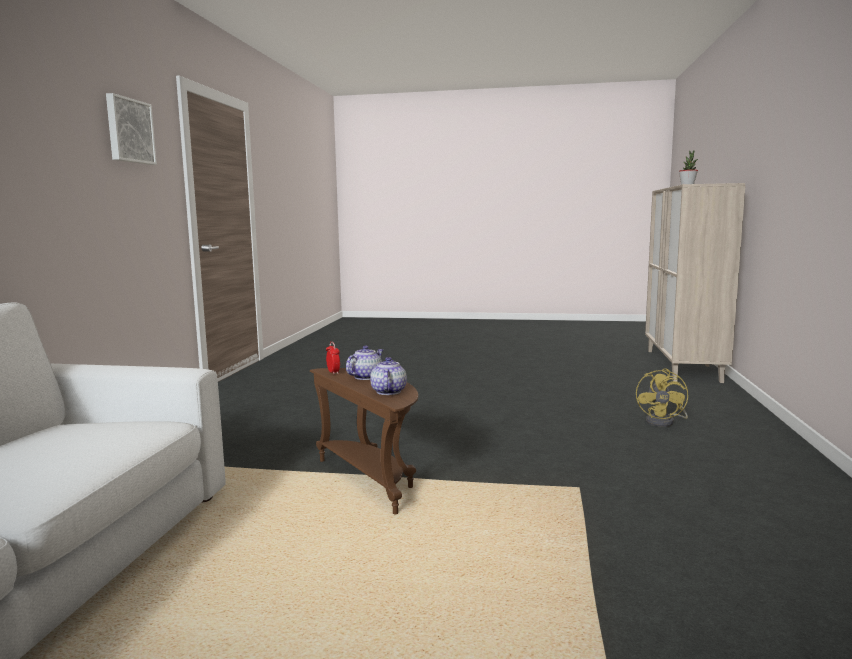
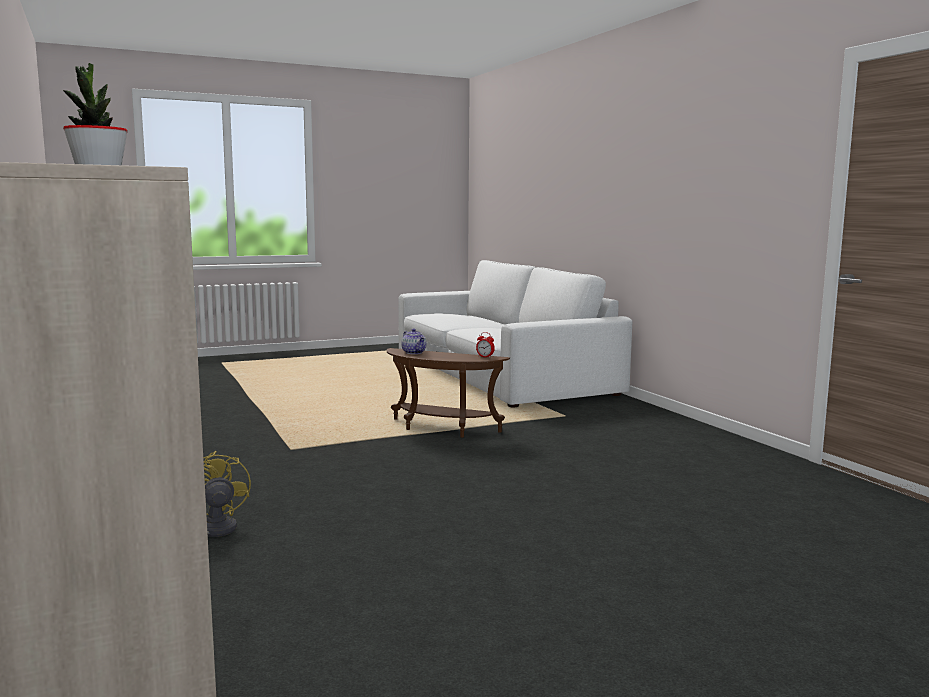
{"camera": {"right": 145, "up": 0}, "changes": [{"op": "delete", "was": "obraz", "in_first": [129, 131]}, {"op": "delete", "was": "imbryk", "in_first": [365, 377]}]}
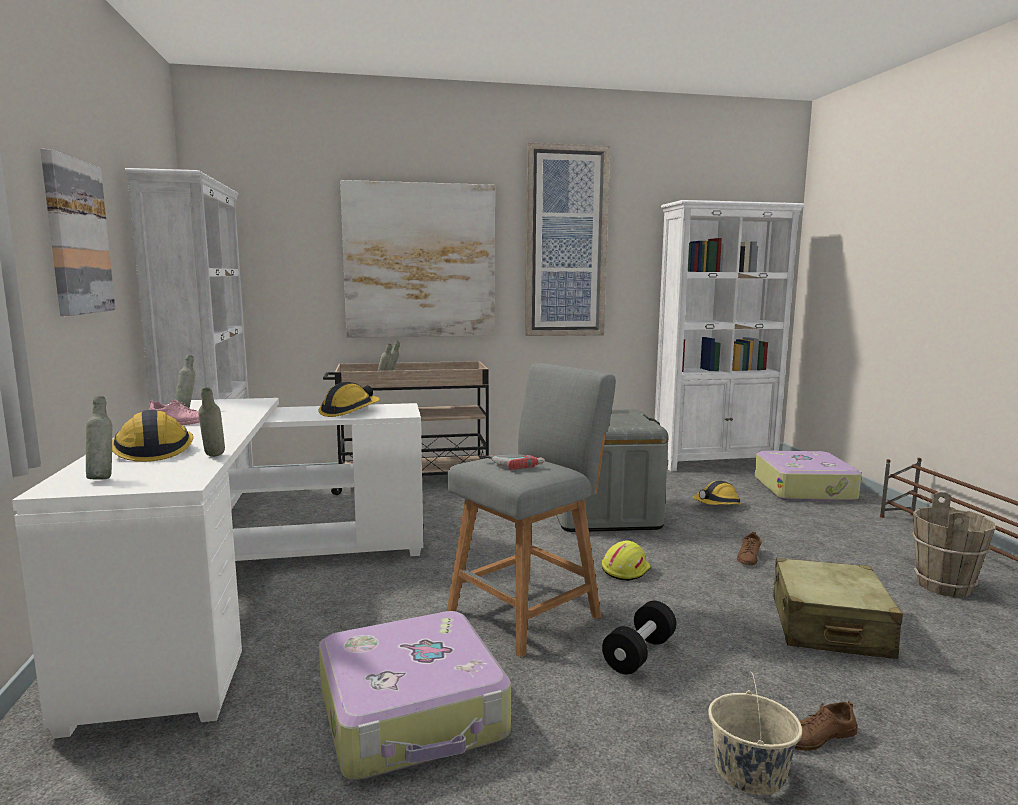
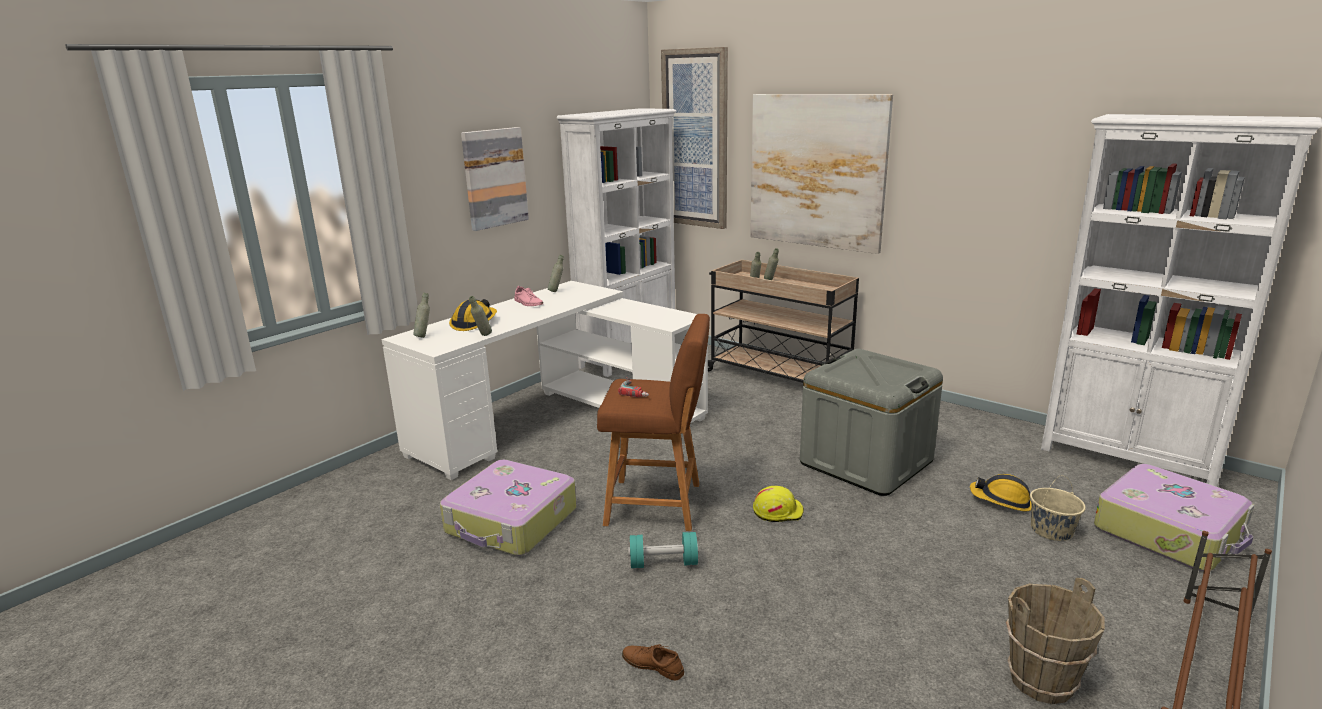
{"camera": {"right": 50, "up": 10}, "changes": [{"op": "move", "was": "obraz", "in_first": [565, 242], "in_second": [695, 139]}, {"op": "recolor", "was": "stołek [szary]", "now": "stołek [brązowy]", "in_first": [529, 611], "in_second": [659, 504]}, {"op": "delete", "was": "kask", "in_first": [349, 411]}, {"op": "delete", "was": "but [brązowy]", "in_first": [749, 557]}, {"op": "delete", "was": "walizka [beżowy]", "in_first": [828, 627]}, {"op": "recolor", "was": "hantel [czarny]", "now": "hantel [turkusowy]", "in_first": [639, 654], "in_second": [663, 563]}, {"op": "move", "was": "wiadro [beżowy]", "in_first": [750, 772], "in_second": [1051, 530]}]}
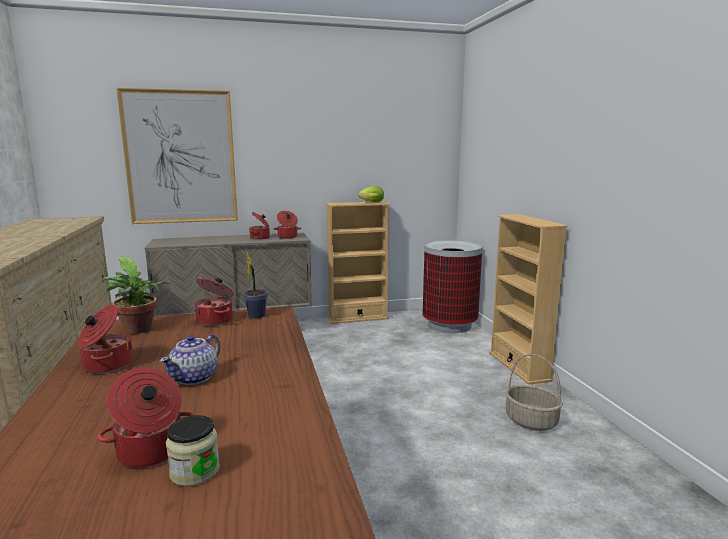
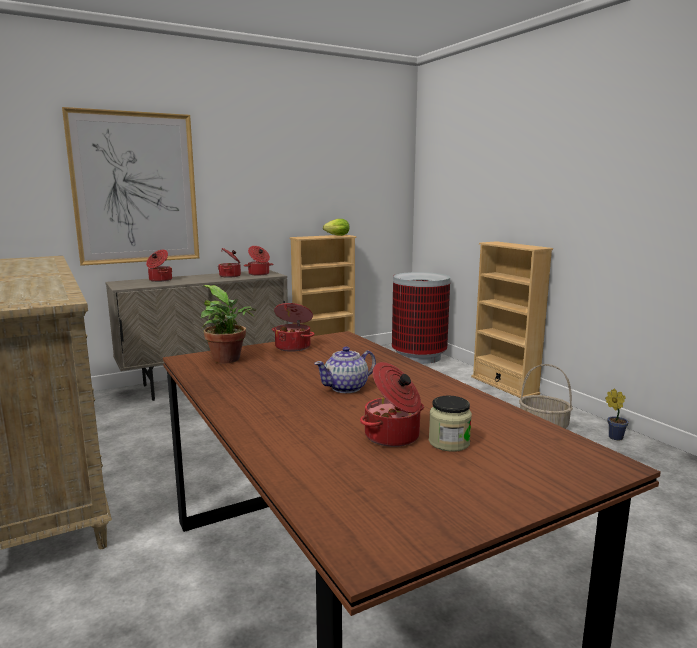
{"camera": {"right": -15, "up": 0}, "changes": [{"op": "move", "was": "roślina doniczkowa", "in_first": [256, 315], "in_second": [614, 437]}, {"op": "move", "was": "garnek", "in_first": [106, 365], "in_second": [160, 280]}, {"op": "rotate", "was": "imbryk", "in_first": [195, 377], "in_second": [346, 388], "clockwise": 45}]}
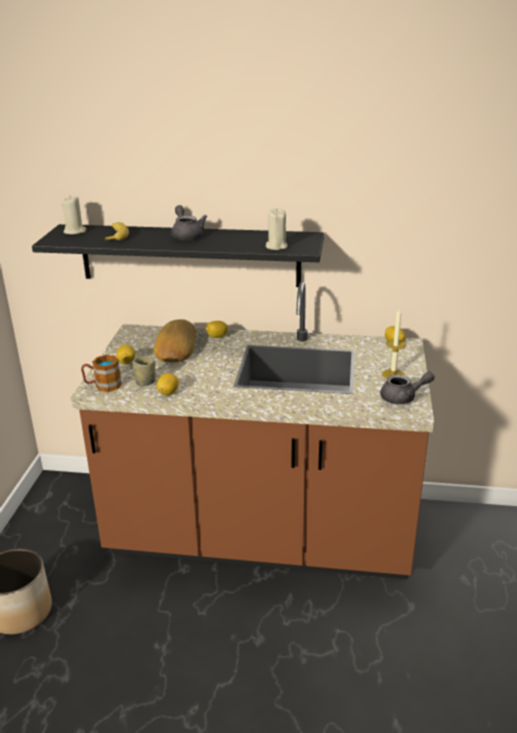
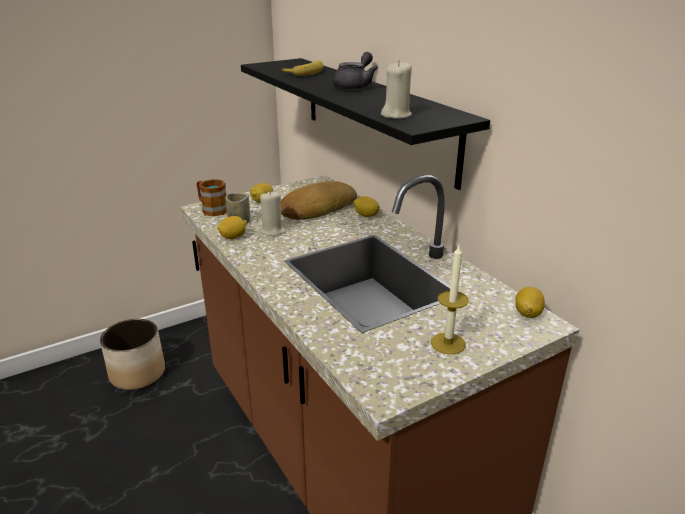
{"camera": {"right": 50, "up": 0}, "changes": [{"op": "move", "was": "świeca [beżowy]", "in_first": [75, 231], "in_second": [273, 231]}, {"op": "delete", "was": "imbryk [szary]", "in_first": [403, 398]}]}
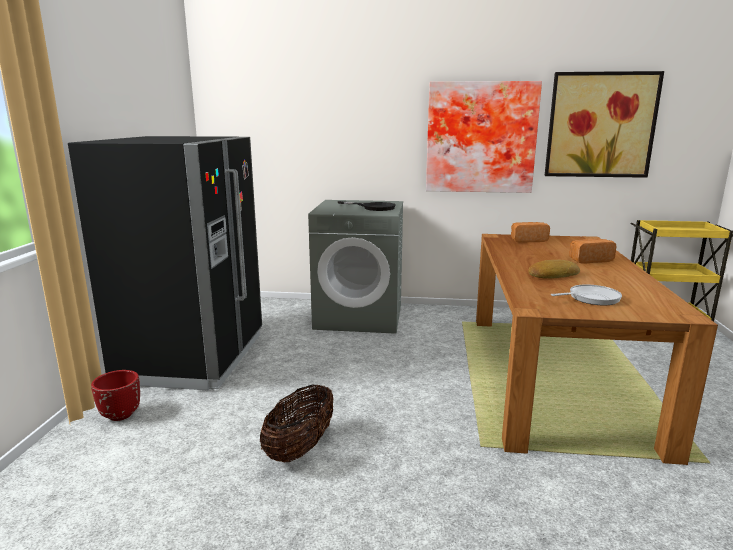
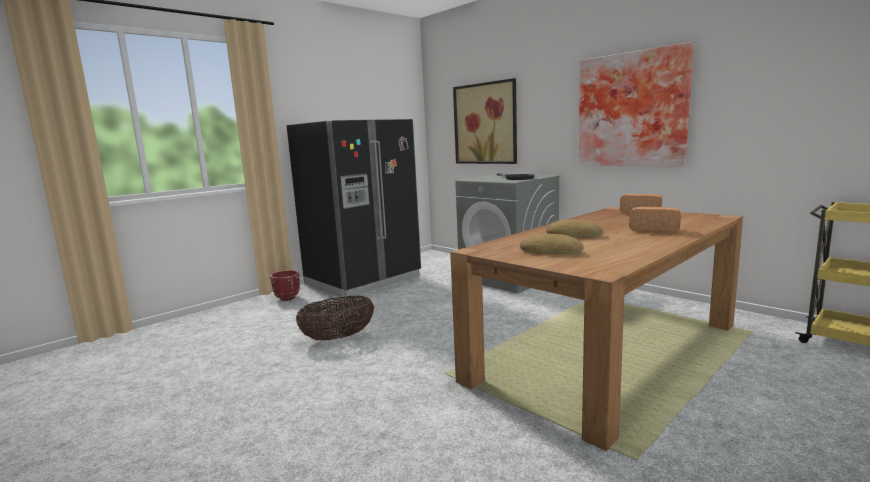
{"camera": {"right": 40, "up": -5}, "changes": [{"op": "move", "was": "obraz", "in_first": [600, 125], "in_second": [485, 123]}, {"op": "replace", "was": "patelnia", "now": "chleb", "in_first": [591, 298], "in_second": [550, 251]}]}
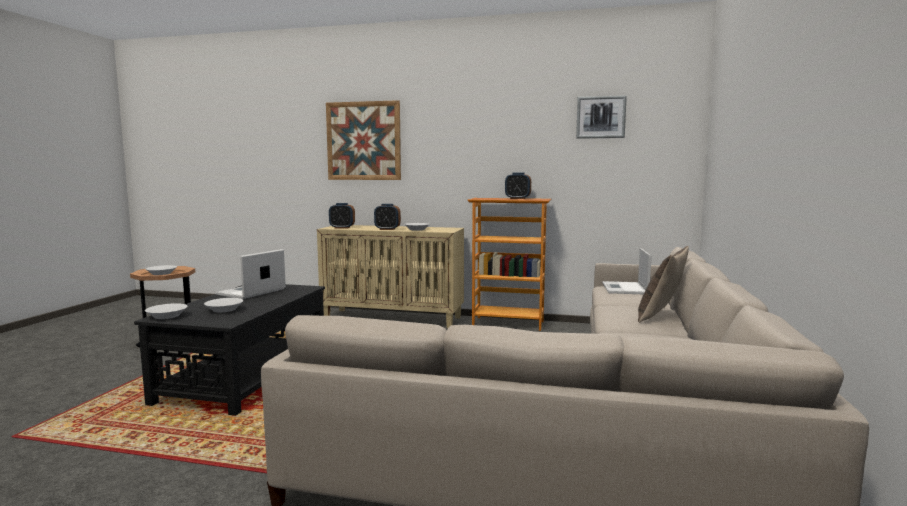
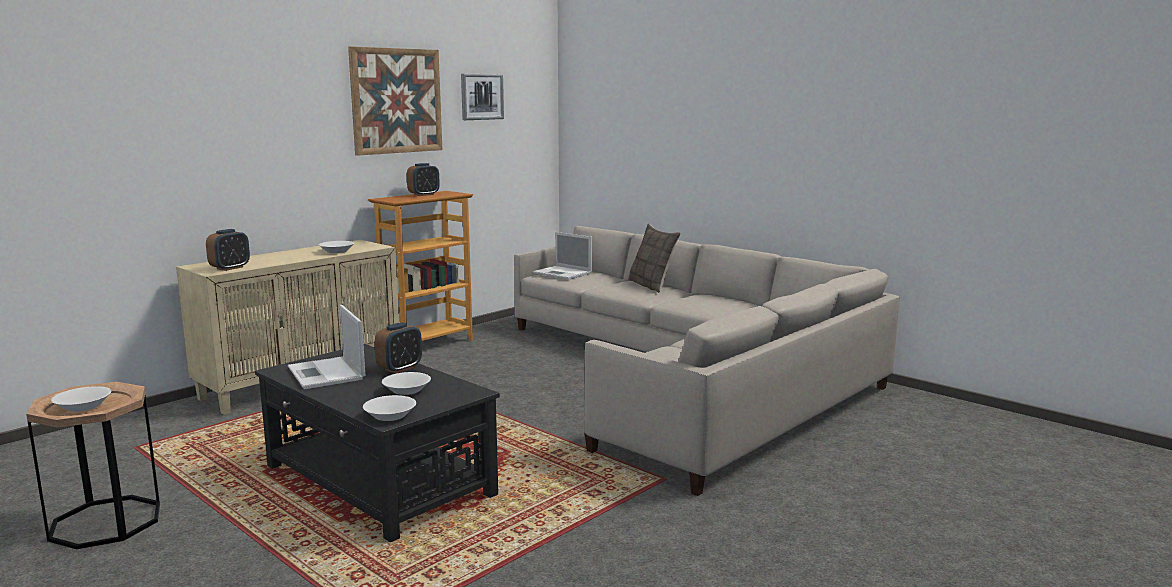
{"camera": {"right": -60, "up": 5}, "changes": [{"op": "move", "was": "obraz", "in_first": [363, 141], "in_second": [396, 101]}, {"op": "move", "was": "budzik", "in_first": [387, 229], "in_second": [400, 368]}]}
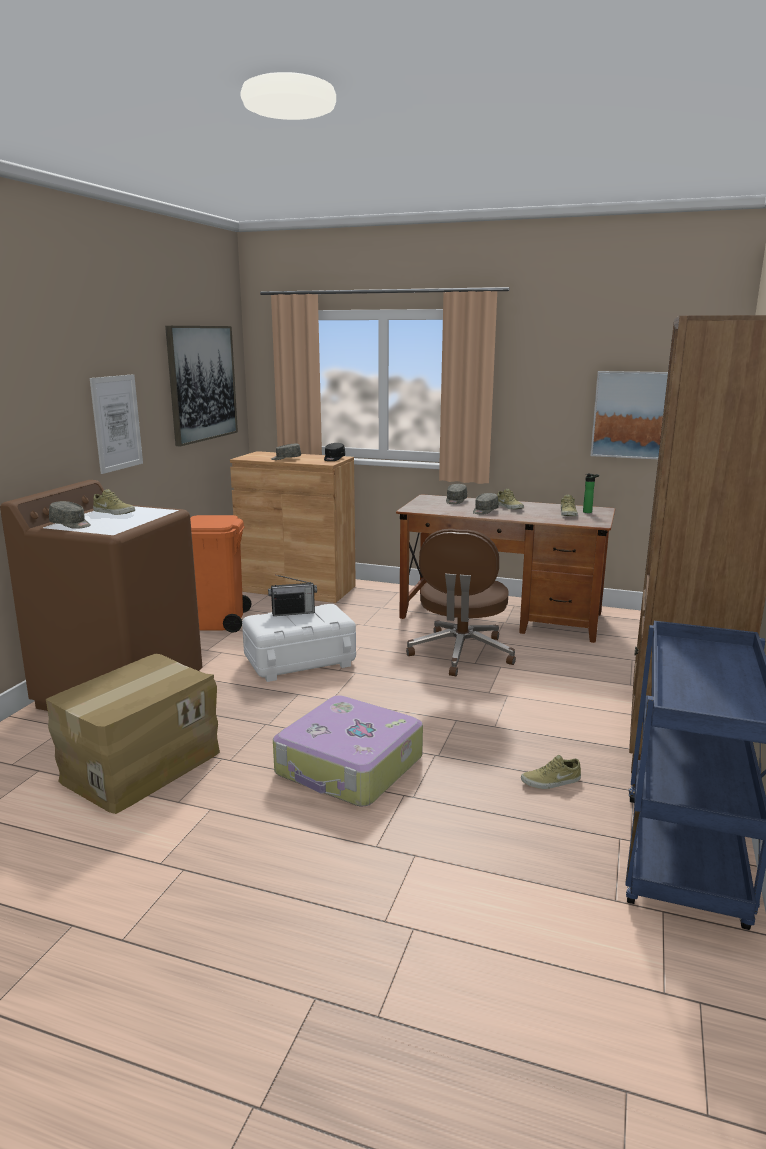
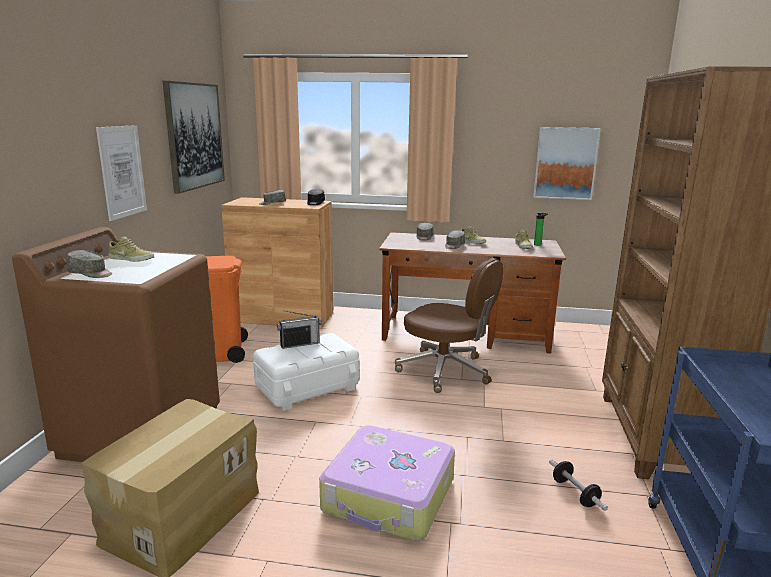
{"camera": {"right": -10, "up": 0}, "changes": [{"op": "rotate", "was": "krzesło biurowe [brązowy]", "in_first": [461, 654], "in_second": [446, 371], "clockwise": -60}, {"op": "replace", "was": "but [beżowy]", "now": "hantel", "in_first": [551, 781], "in_second": [575, 493]}]}
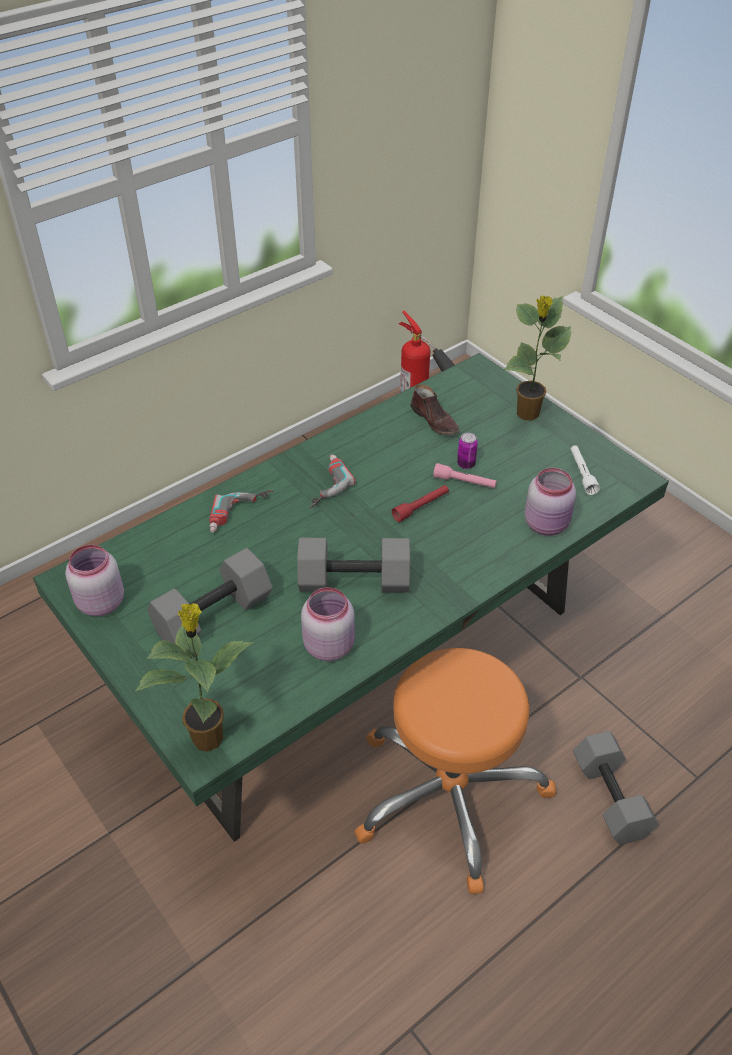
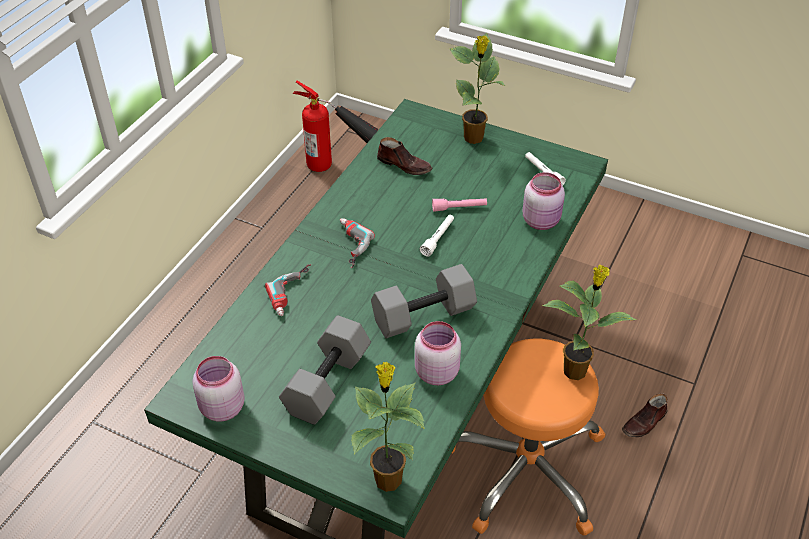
{"camera": {"right": -25, "up": 0}, "changes": [{"op": "delete", "was": "puszka", "in_first": [466, 464]}, {"op": "recolor", "was": "latarka [czerwony]", "now": "latarka [biały]", "in_first": [421, 507], "in_second": [438, 238]}, {"op": "replace", "was": "hantel [szary]", "now": "but [brązowy]", "in_first": [612, 798], "in_second": [644, 422]}, {"op": "insert", "now": "roślina doniczkowa", "in_second": [576, 370]}]}
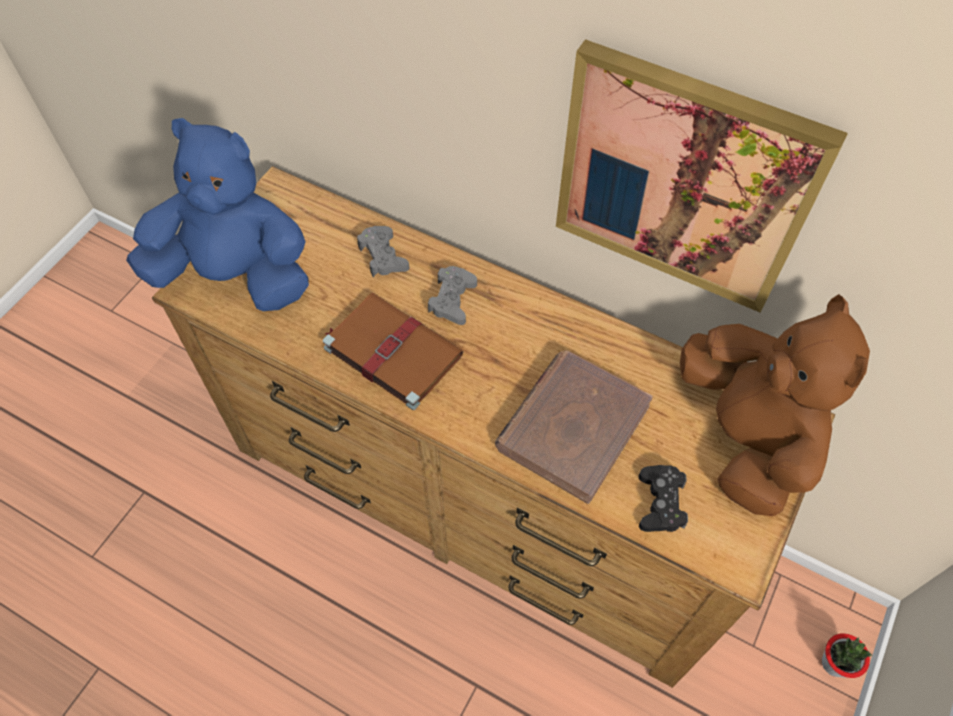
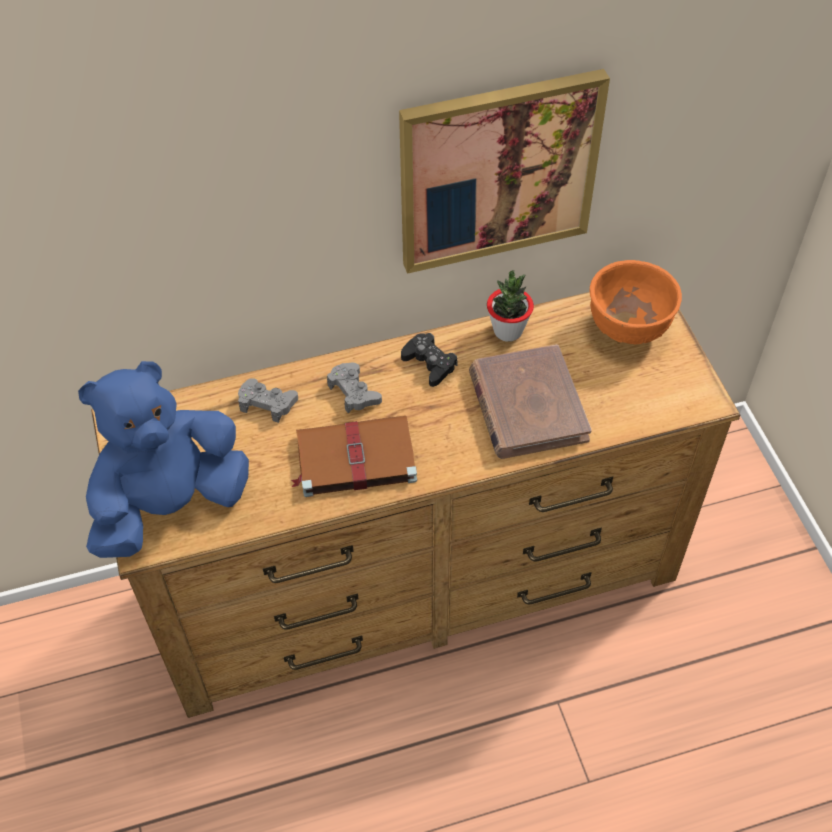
{"camera": {"right": -45, "up": -5}, "changes": [{"op": "replace", "was": "pluszak [brązowy]", "now": "miska [pomarańczowy]", "in_first": [745, 437], "in_second": [629, 327]}, {"op": "move", "was": "pad do gier [czarny]", "in_first": [660, 503], "in_second": [429, 363]}, {"op": "move", "was": "roślina doniczkowa", "in_first": [834, 663], "in_second": [508, 331]}]}
